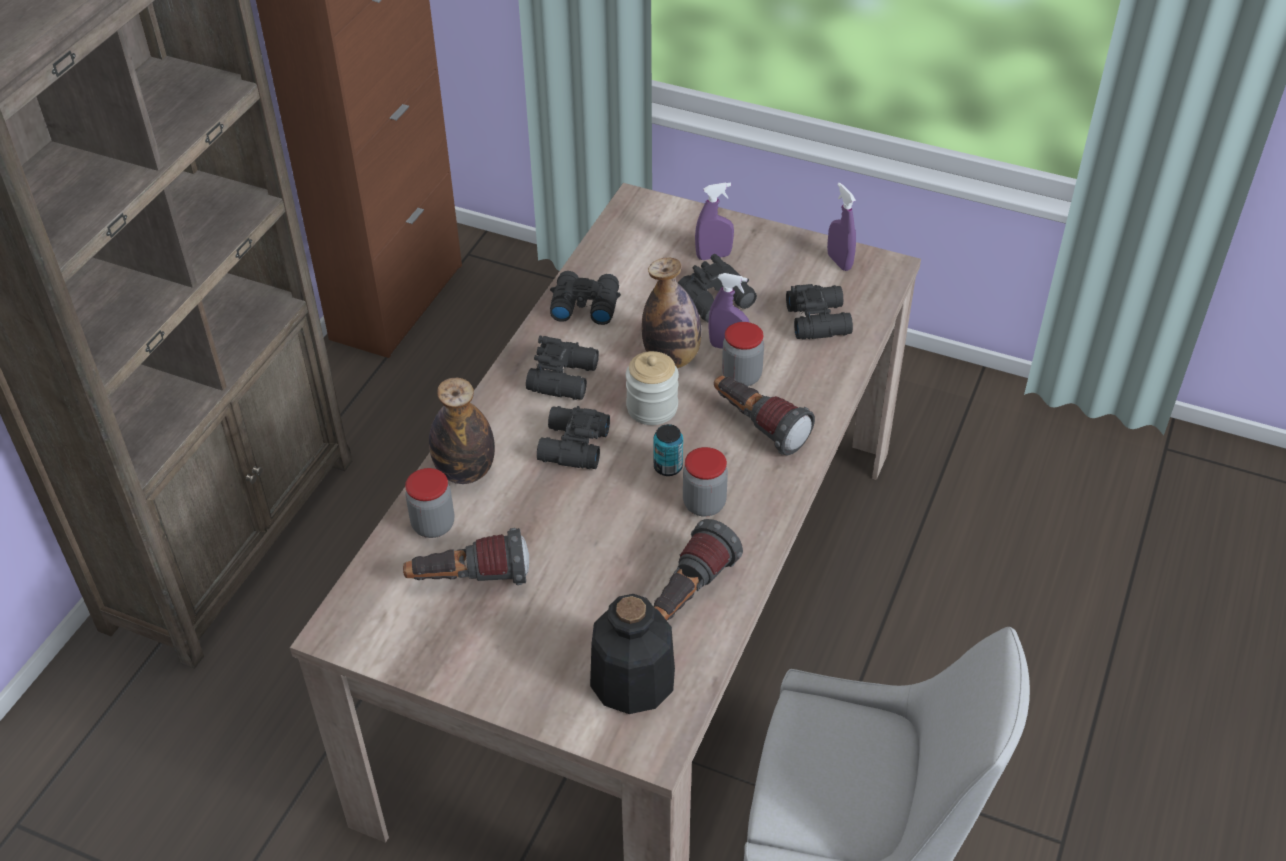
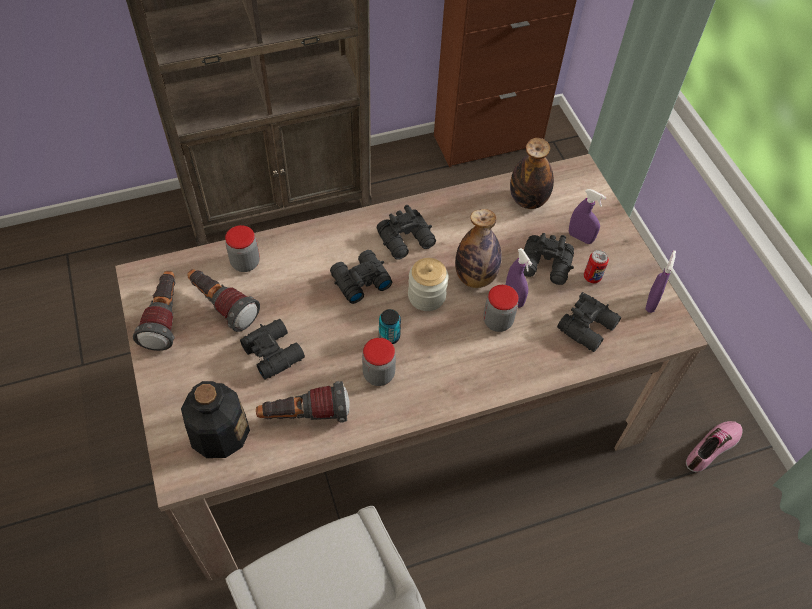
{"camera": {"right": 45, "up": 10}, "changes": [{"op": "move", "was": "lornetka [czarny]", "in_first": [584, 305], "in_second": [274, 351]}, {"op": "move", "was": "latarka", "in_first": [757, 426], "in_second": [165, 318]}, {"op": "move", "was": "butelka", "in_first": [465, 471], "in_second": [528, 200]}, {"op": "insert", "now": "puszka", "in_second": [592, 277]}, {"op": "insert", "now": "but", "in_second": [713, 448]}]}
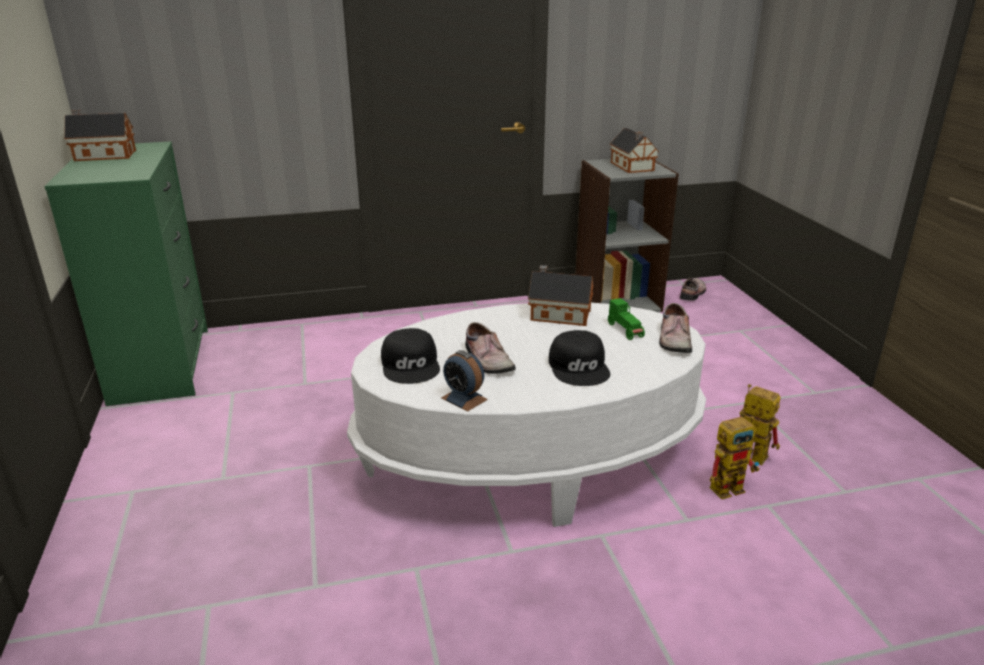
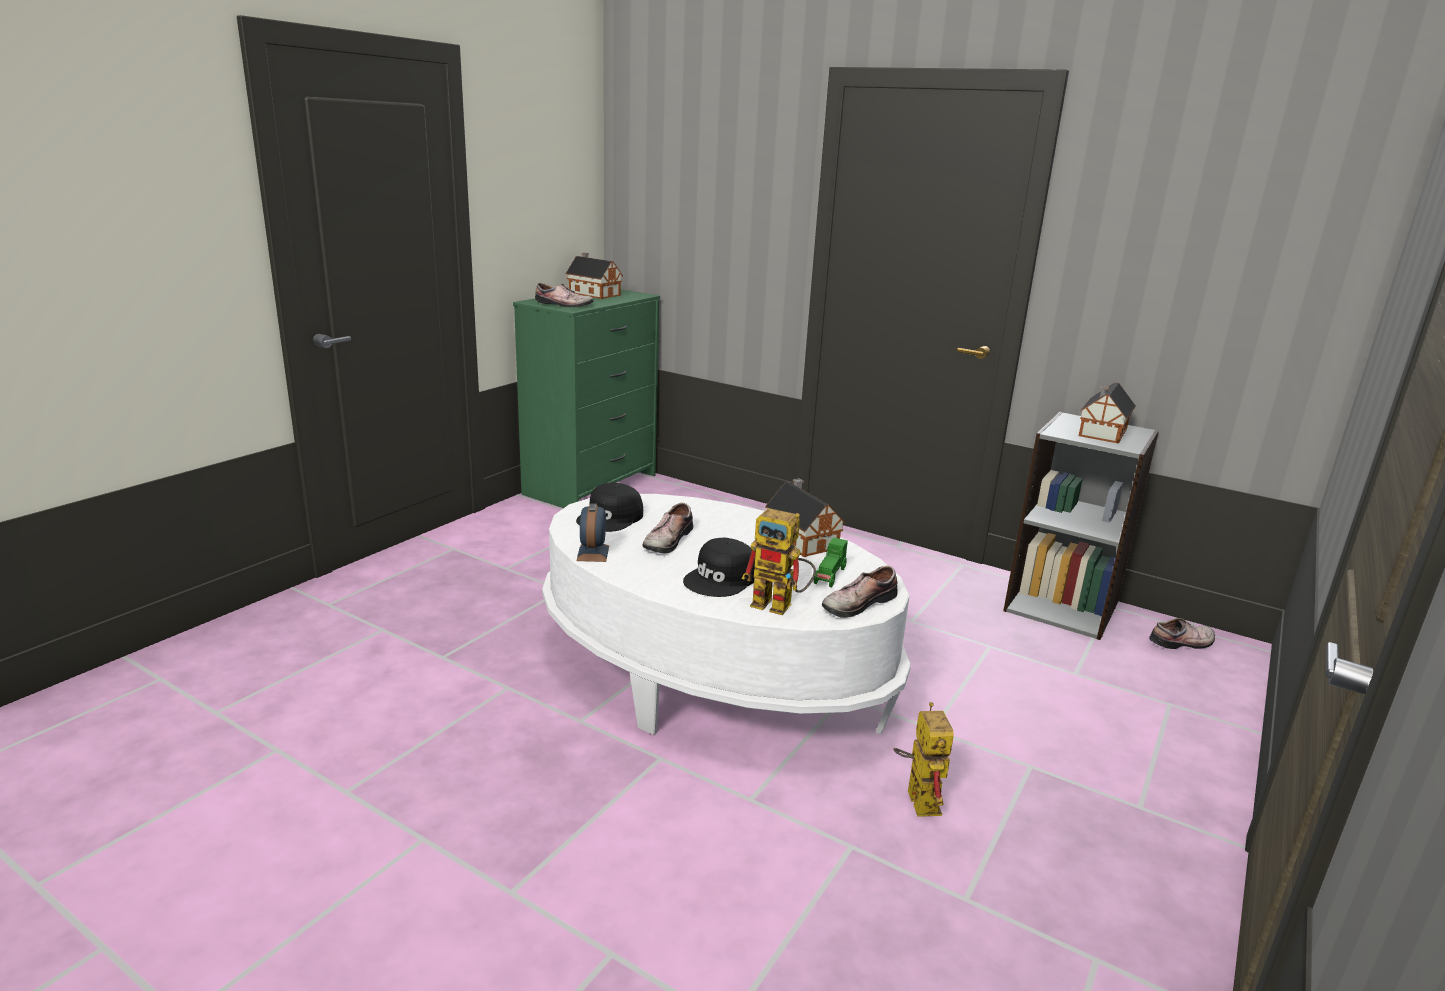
{"camera": {"right": 45, "up": -5}, "changes": [{"op": "move", "was": "robot zabawkowy", "in_first": [731, 486], "in_second": [780, 605]}, {"op": "insert", "now": "but", "in_second": [563, 305]}]}
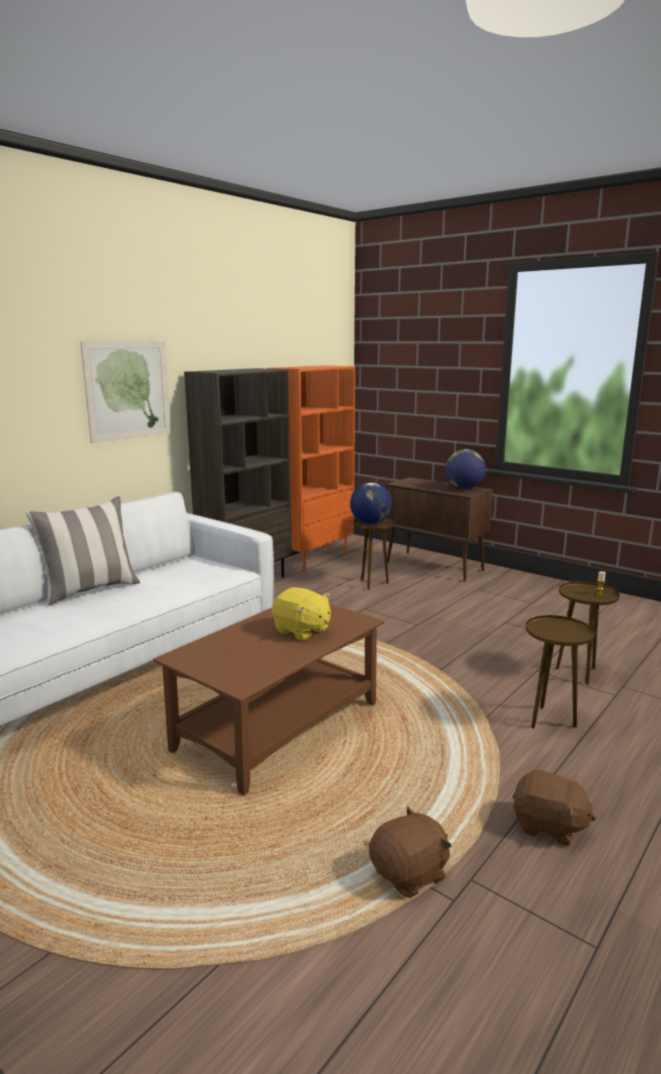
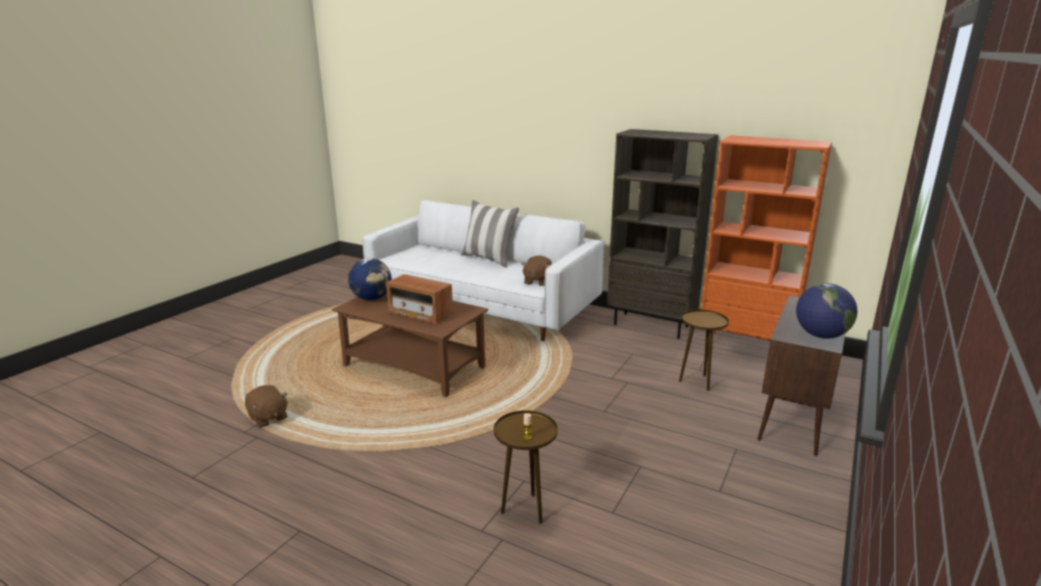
{"camera": {"right": 80, "up": 5}, "changes": [{"op": "delete", "was": "obraz", "in_first": [128, 390]}, {"op": "move", "was": "globus", "in_first": [370, 523], "in_second": [372, 298]}, {"op": "replace", "was": "pluszak [żółty]", "now": "radio", "in_first": [302, 631], "in_second": [420, 314]}, {"op": "delete", "was": "stolik [brązowy]", "in_first": [549, 720]}, {"op": "move", "was": "pluszak [brązowy]", "in_first": [549, 826], "in_second": [537, 281]}]}
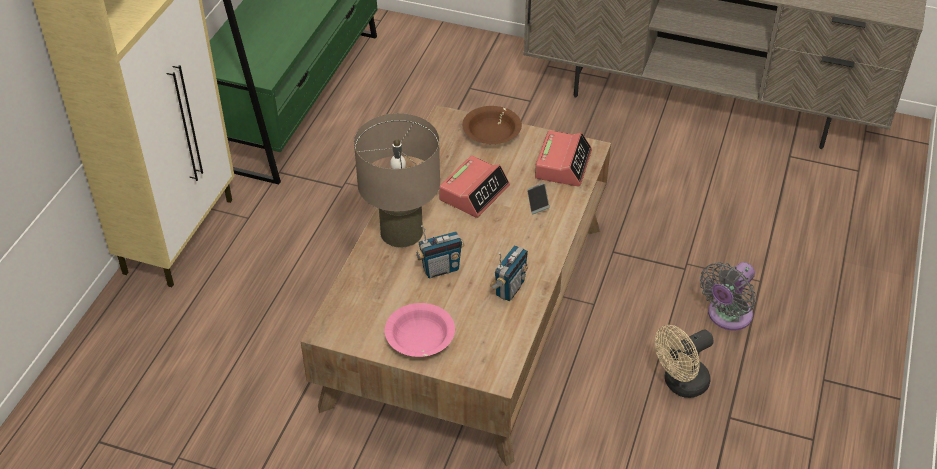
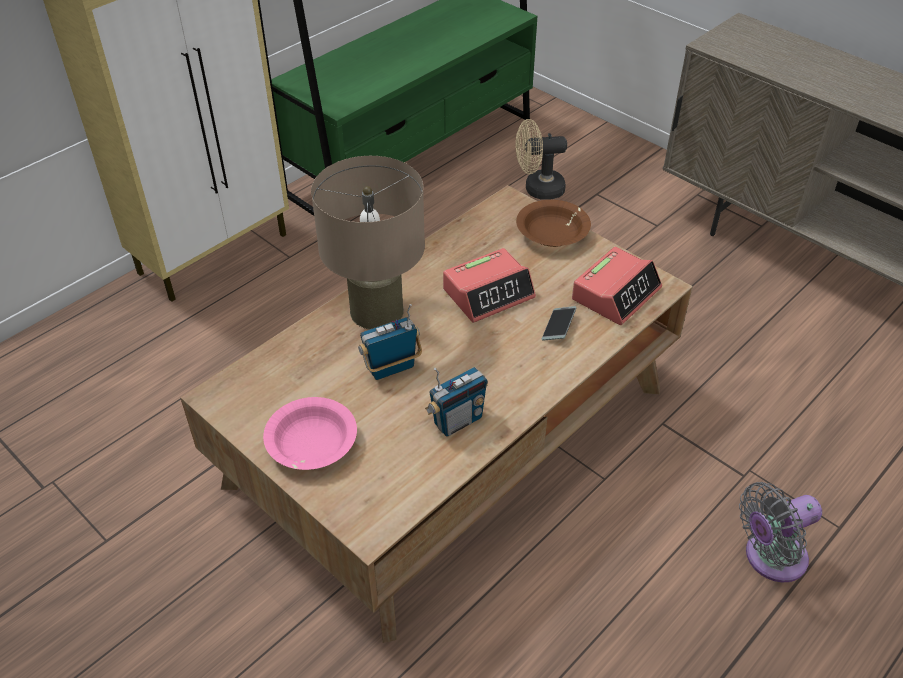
{"camera": {"right": 25, "up": 0}, "changes": [{"op": "rotate", "was": "radio", "in_first": [440, 269], "in_second": [391, 369], "clockwise": 150}, {"op": "move", "was": "wentylator [beżowy]", "in_first": [680, 384], "in_second": [537, 189]}]}
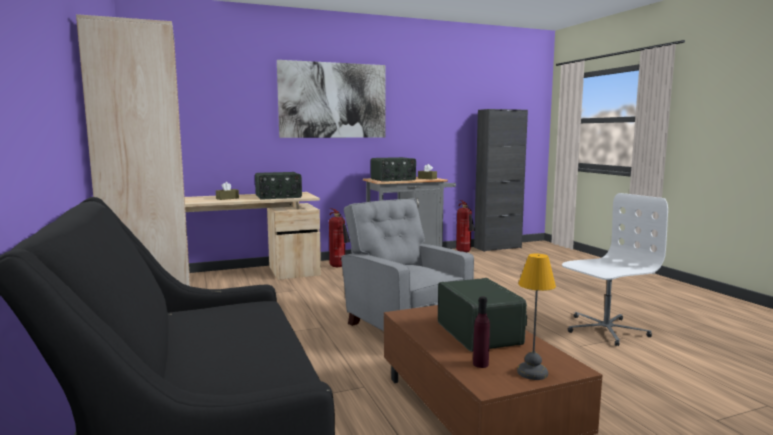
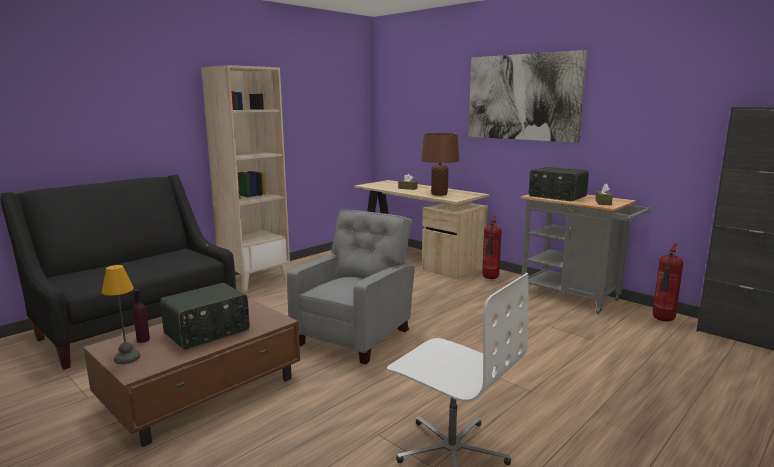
{"camera": {"right": 65, "up": 5}, "changes": [{"op": "replace", "was": "radio", "now": "lampa stołowa [brązowy]", "in_first": [278, 197], "in_second": [439, 194]}]}
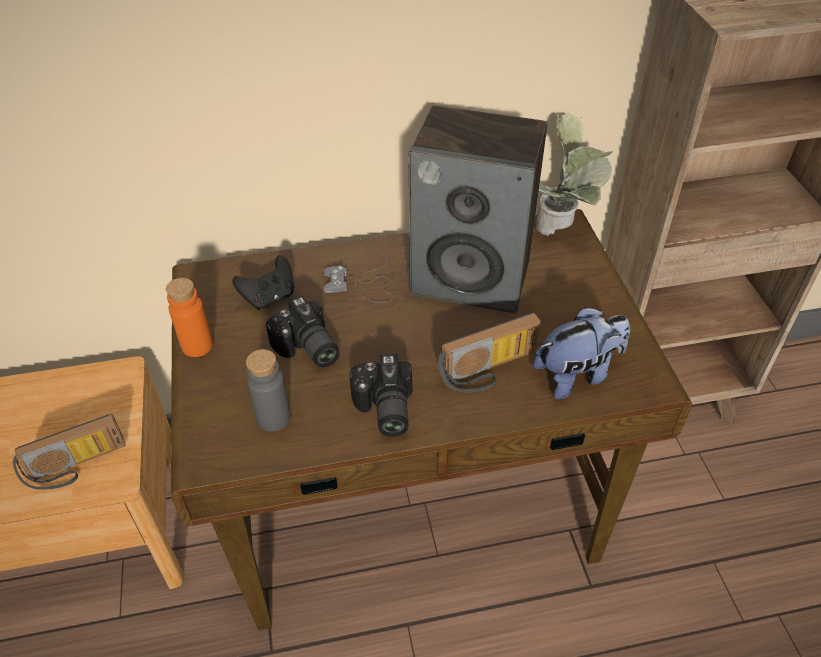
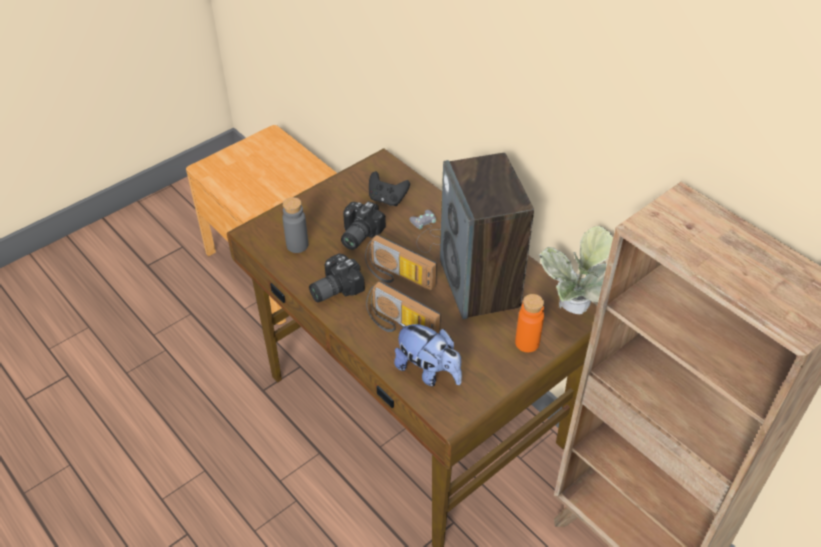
{"camera": {"right": 60, "up": 0}, "changes": [{"op": "move", "was": "butelka [pomarańczowy]", "in_first": [197, 345], "in_second": [527, 343]}, {"op": "move", "was": "radio", "in_first": [76, 467], "in_second": [397, 277]}]}
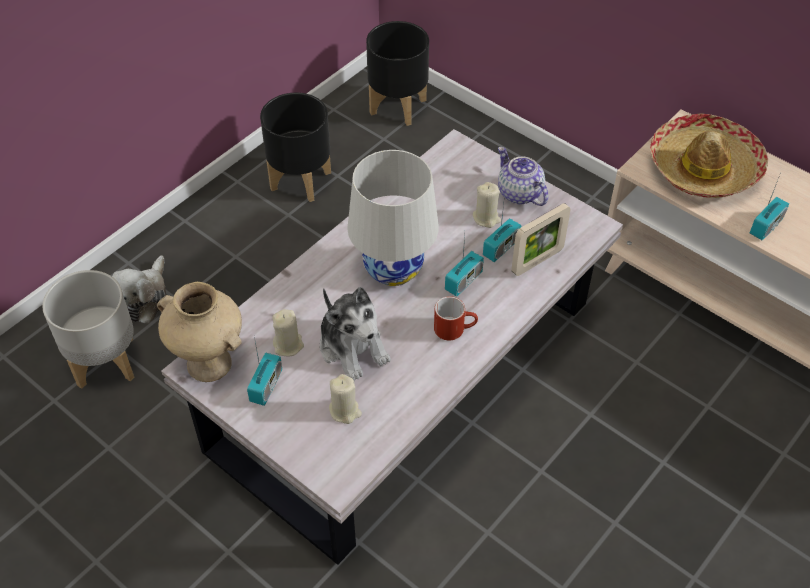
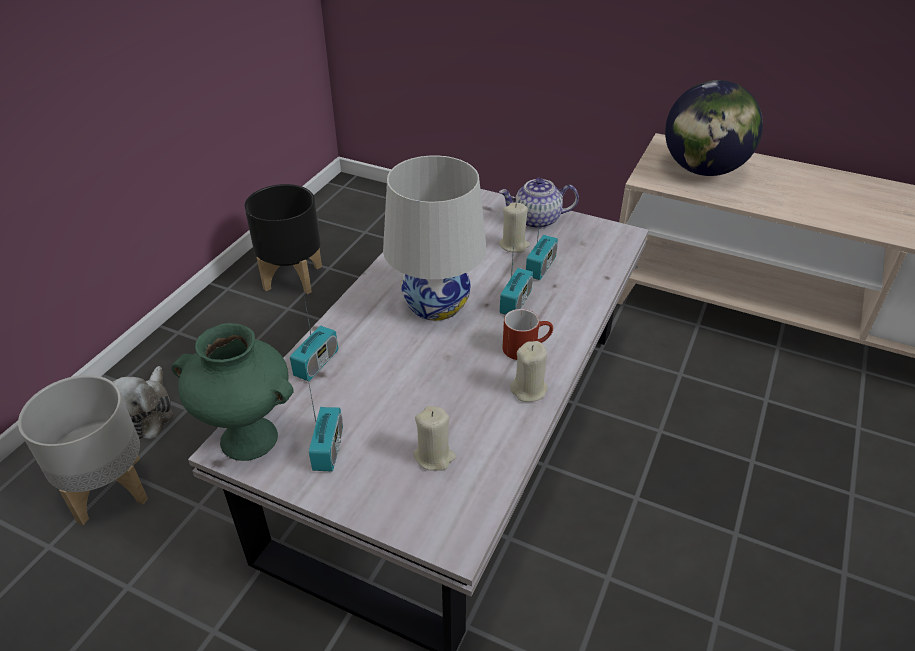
{"camera": {"right": -15, "up": -10}, "changes": [{"op": "delete", "was": "donica [czarny]", "in_first": [398, 106]}, {"op": "replace", "was": "kapelusz", "now": "globus", "in_first": [704, 167], "in_second": [703, 170]}, {"op": "rotate", "was": "imbryk", "in_first": [519, 193], "in_second": [536, 220], "clockwise": -45}, {"op": "move", "was": "radio", "in_first": [766, 226], "in_second": [316, 363]}, {"op": "delete", "was": "ramka na zdjęcie", "in_first": [537, 261]}, {"op": "recolor", "was": "wazon [beżowy]", "now": "wazon [zielony]", "in_first": [211, 363], "in_second": [251, 438]}, {"op": "delete", "was": "pluszak", "in_first": [353, 347]}, {"op": "move", "was": "świeca [beżowy]", "in_first": [288, 345], "in_second": [529, 390]}]}
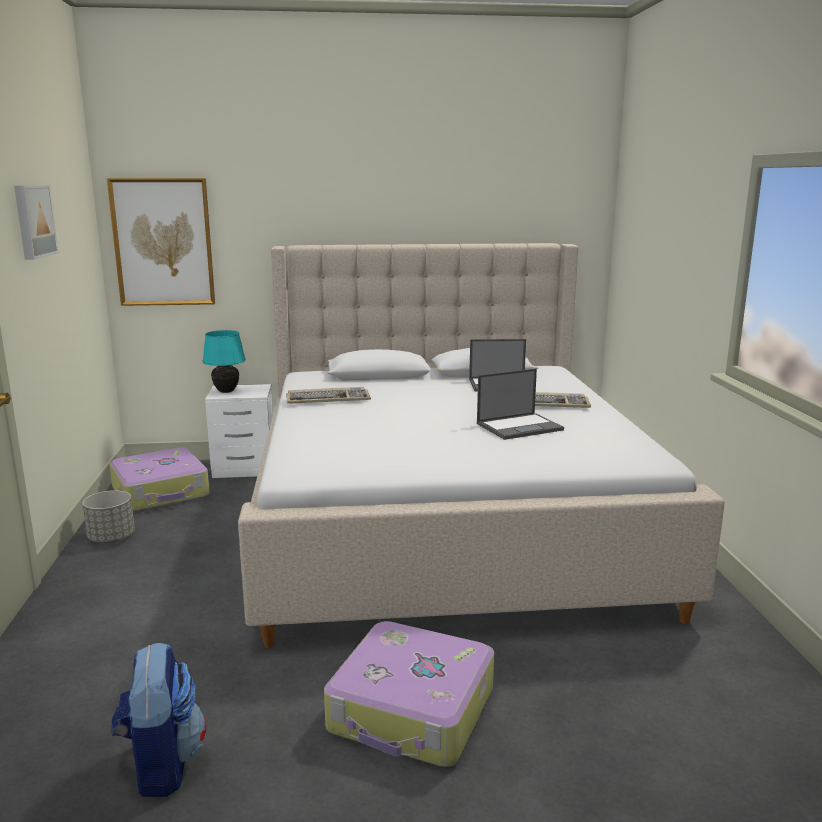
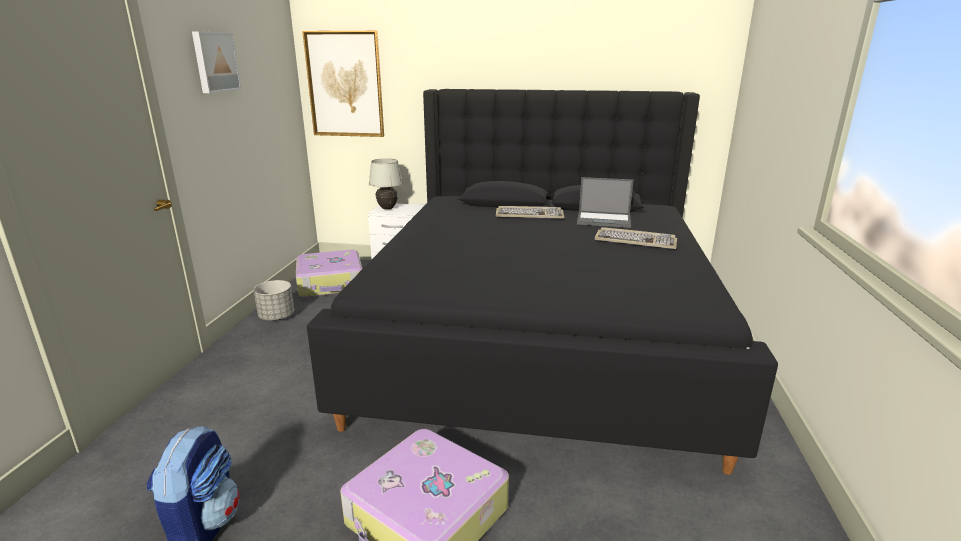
{"camera": {"right": 15, "up": 5}, "changes": [{"op": "recolor", "was": "łóżko [beżowy]", "now": "łóżko [czarny]", "in_first": [447, 524], "in_second": [540, 338]}, {"op": "recolor", "was": "lampa stołowa [turkusowy]", "now": "lampa stołowa [biały]", "in_first": [226, 392], "in_second": [387, 208]}, {"op": "delete", "was": "laptop", "in_first": [520, 426]}, {"op": "move", "was": "klawiatura", "in_first": [328, 399], "in_second": [530, 215]}]}
